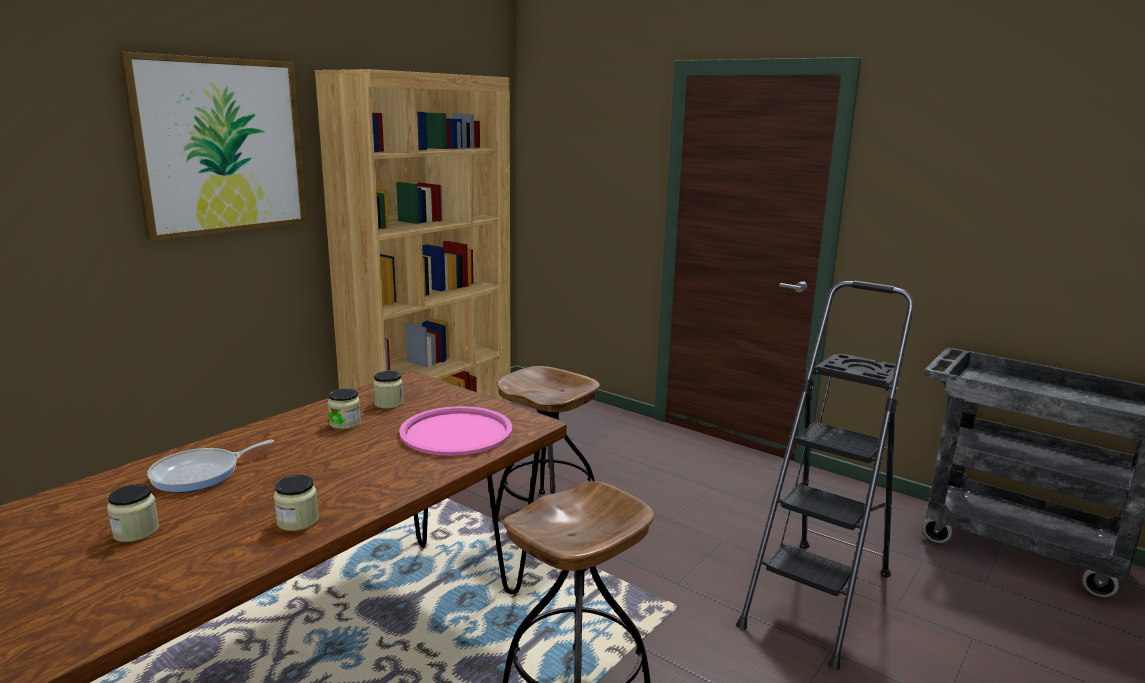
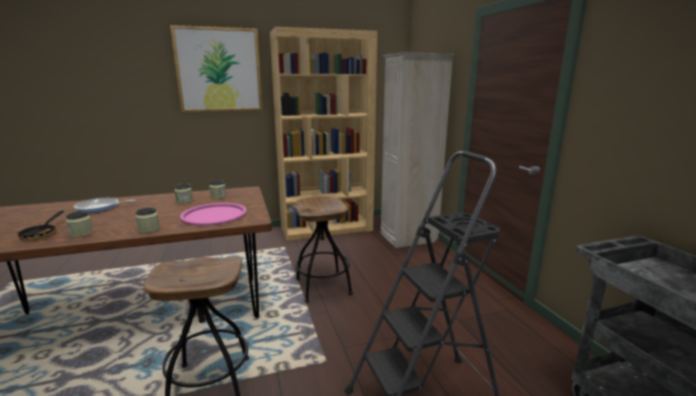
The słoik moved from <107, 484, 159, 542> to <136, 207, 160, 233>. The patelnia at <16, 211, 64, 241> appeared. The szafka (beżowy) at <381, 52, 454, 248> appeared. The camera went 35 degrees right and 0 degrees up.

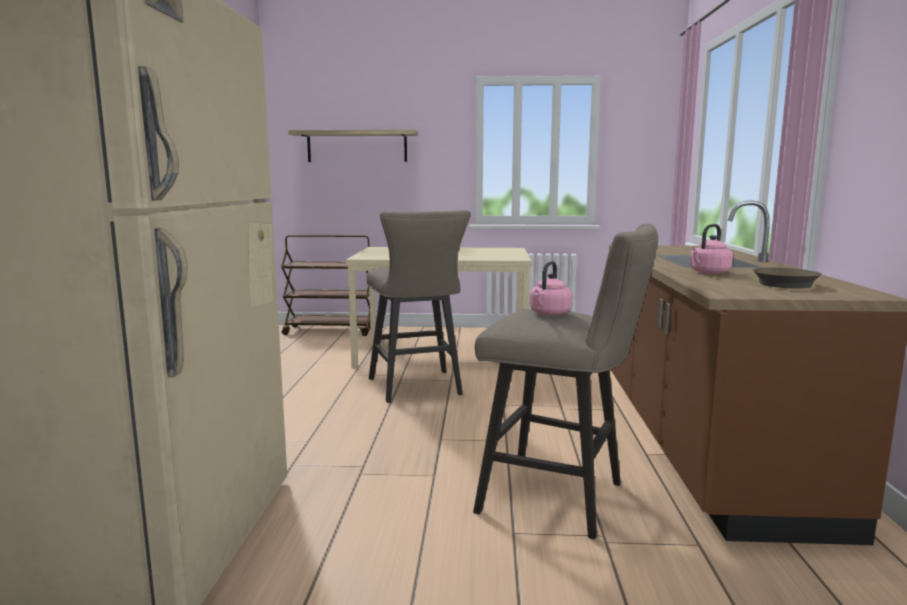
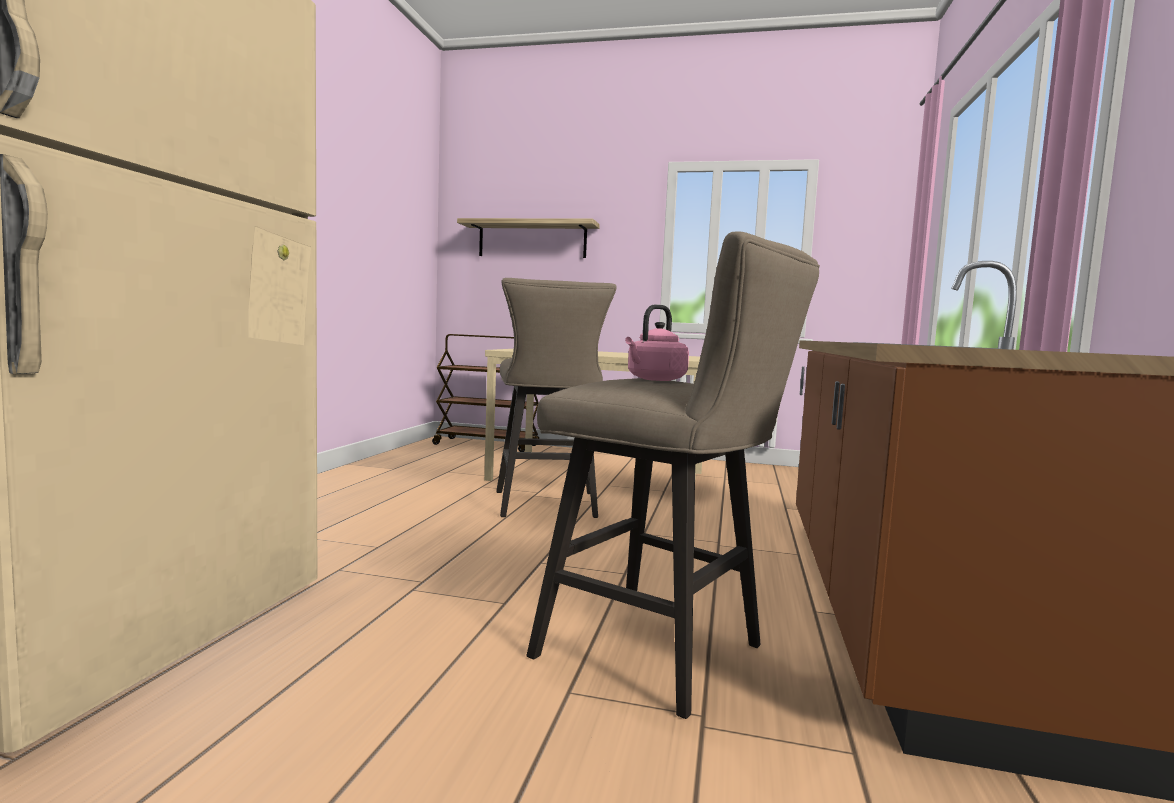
The czajnik (różowy) at <690, 224, 733, 274> disappeared. The patelnia (brązowy) at <753, 268, 822, 289> disappeared. The camera went 10 degrees right and 5 degrees down.

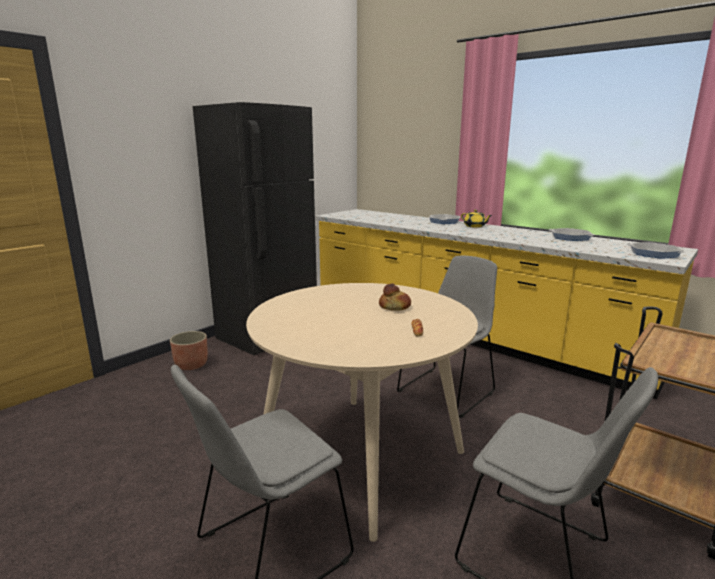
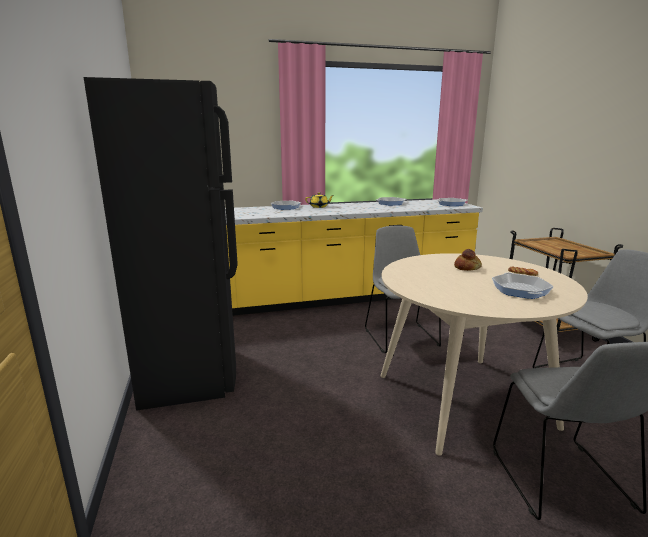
The donica at <170, 331, 208, 370> disappeared. The patelnia at <492, 273, 553, 299> appeared. The camera went 55 degrees left and 0 degrees up.

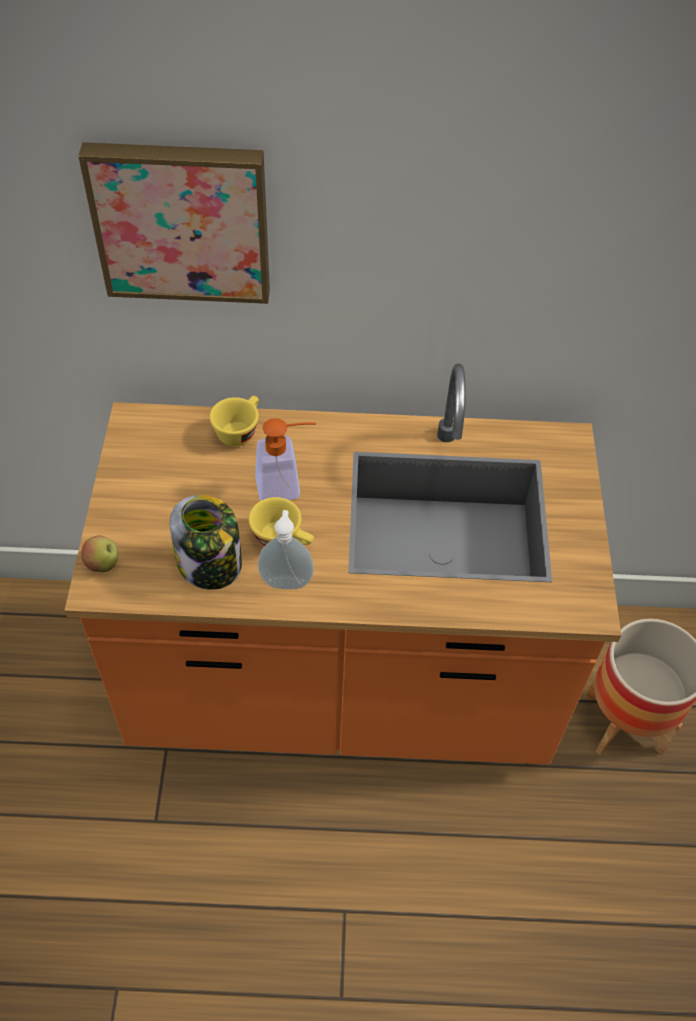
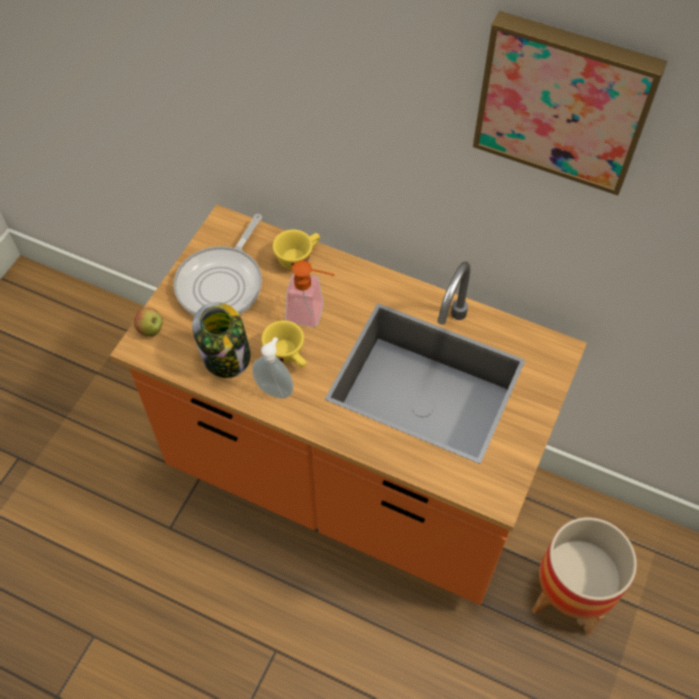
The obraz moved from <78, 142, 270, 304> to <473, 11, 667, 196>. The patelnia at <174, 214, 262, 316> appeared. The camera went 25 degrees right and 5 degrees up.

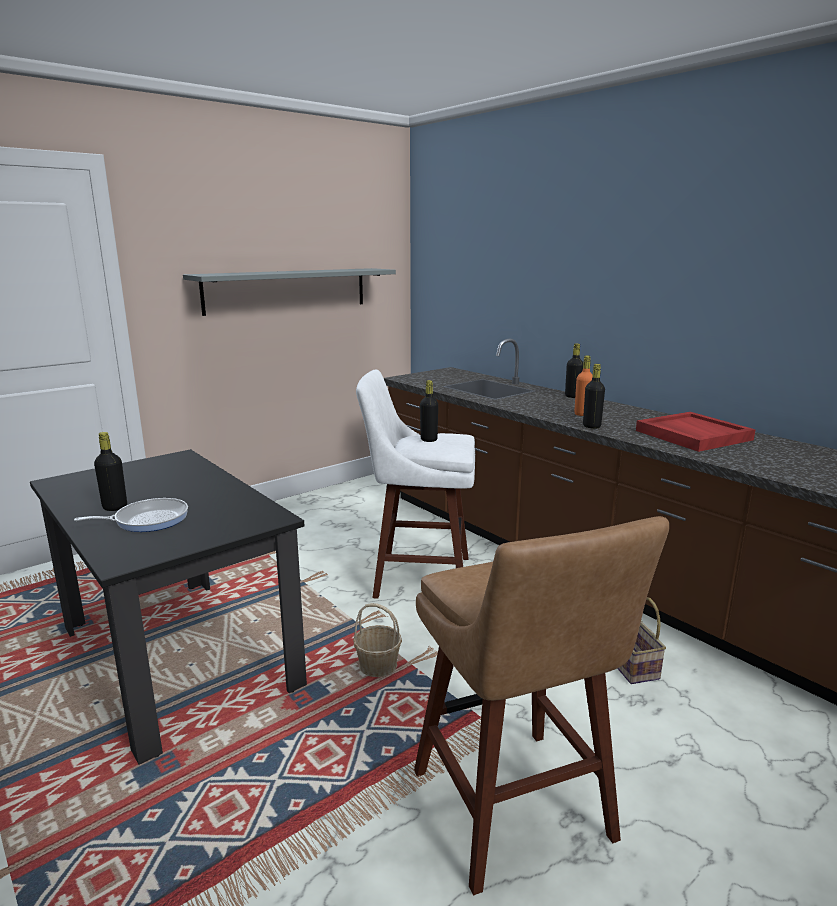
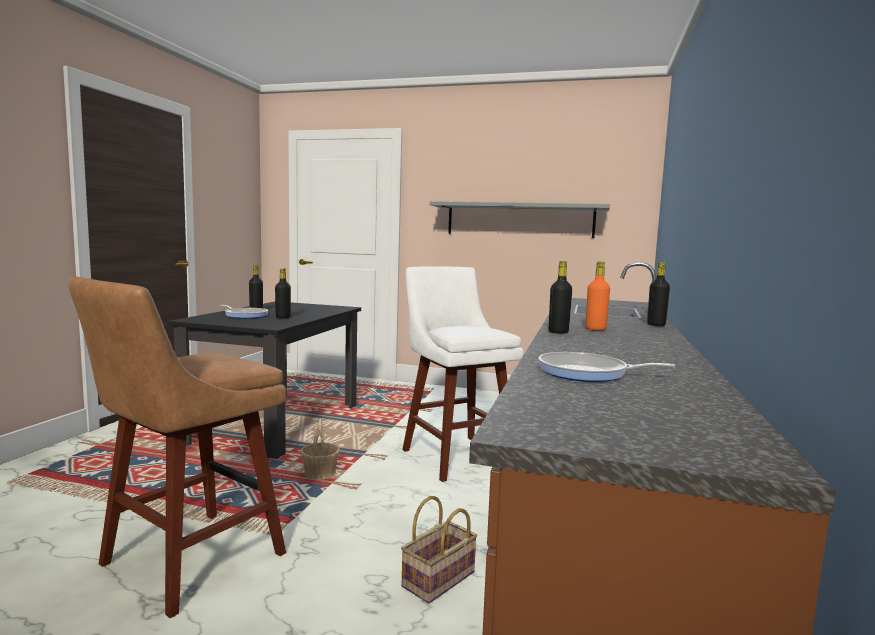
The butelka (czarny) moved from <420, 380, 438, 442> to <275, 268, 291, 319>. The taca (czerwony) at <636, 412, 756, 452> disappeared. The patelnia at <538, 352, 675, 382> appeared. The camera went 55 degrees right and 10 degrees down.

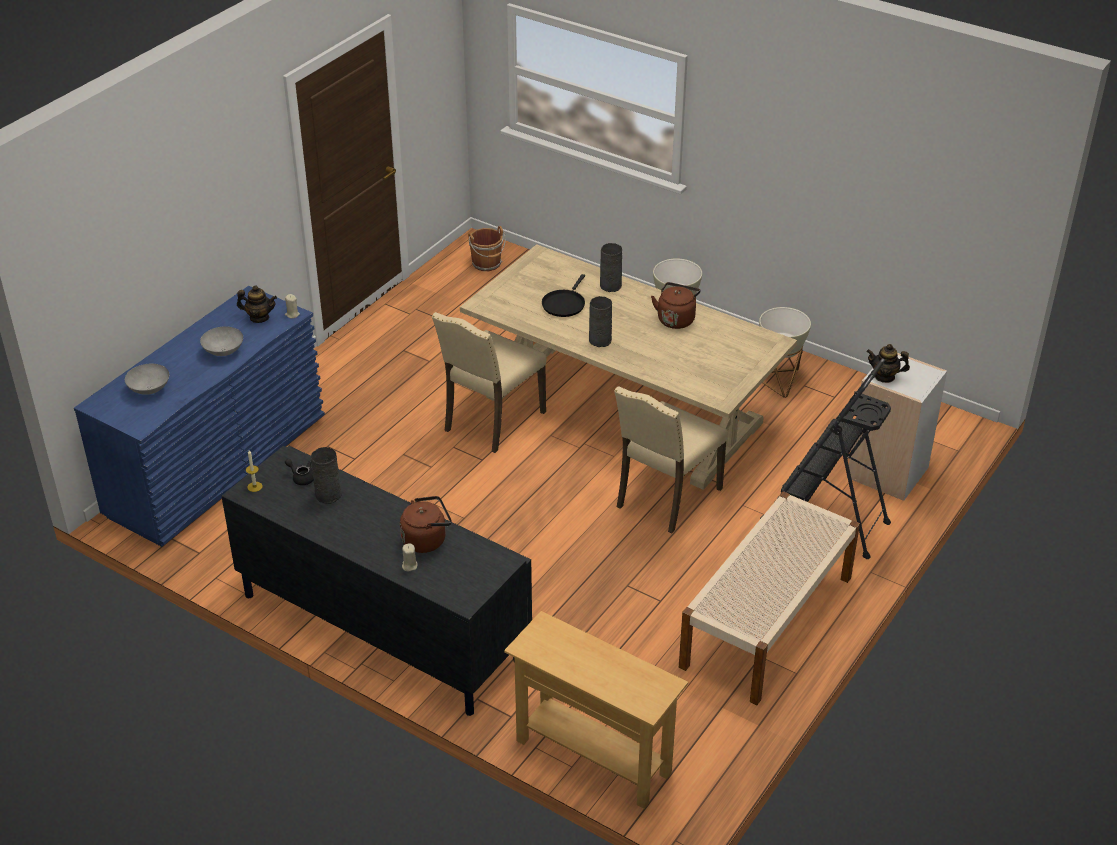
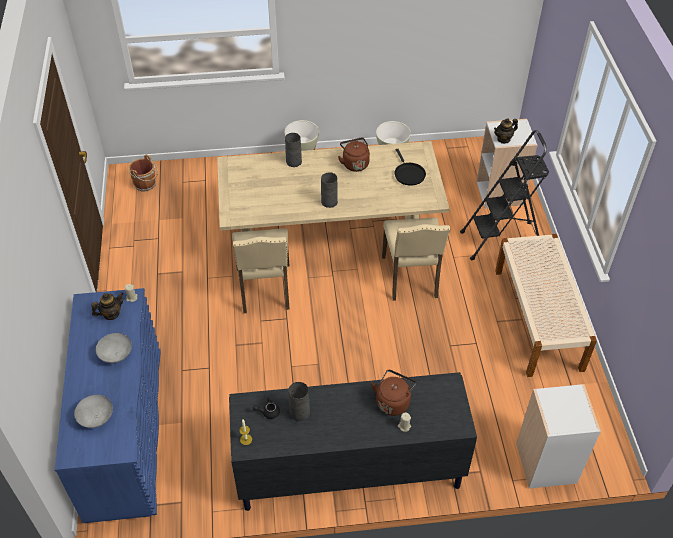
The stolik konsolowy (beżowy) at <504, 611, 688, 809> was replaced by the regał at <516, 384, 601, 489>. The patelnia (czarny) moved from <542, 274, 585, 317> to <394, 149, 426, 186>. The camera went 40 degrees left and 10 degrees up.

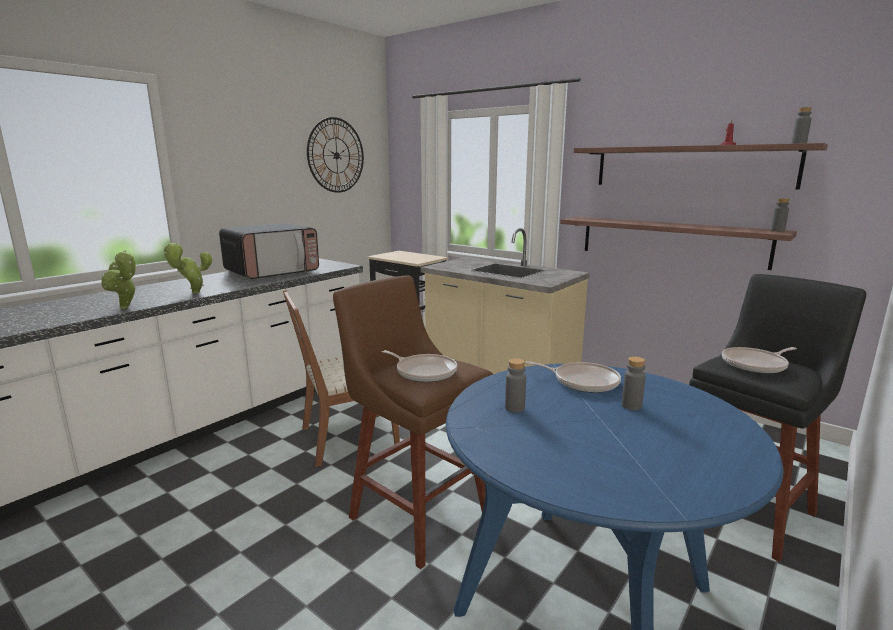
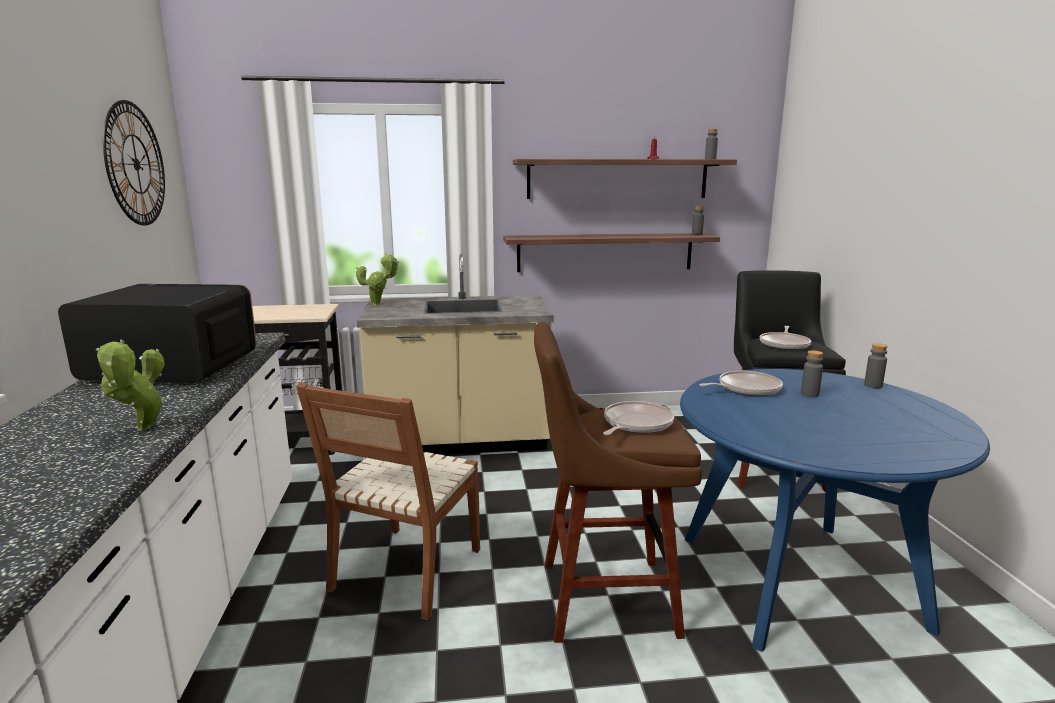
The roślina doniczkowa moved from <101, 250, 137, 309> to <356, 254, 399, 306>. The mikrofalówka at <219, 223, 319, 279> turned 90 degrees counterclockwise. The patelnia at <381, 350, 457, 382> turned 45 degrees counterclockwise. The butelka (szary) moved from <505, 358, 526, 413> to <864, 343, 887, 388>. The camera went 45 degrees left and 0 degrees up.

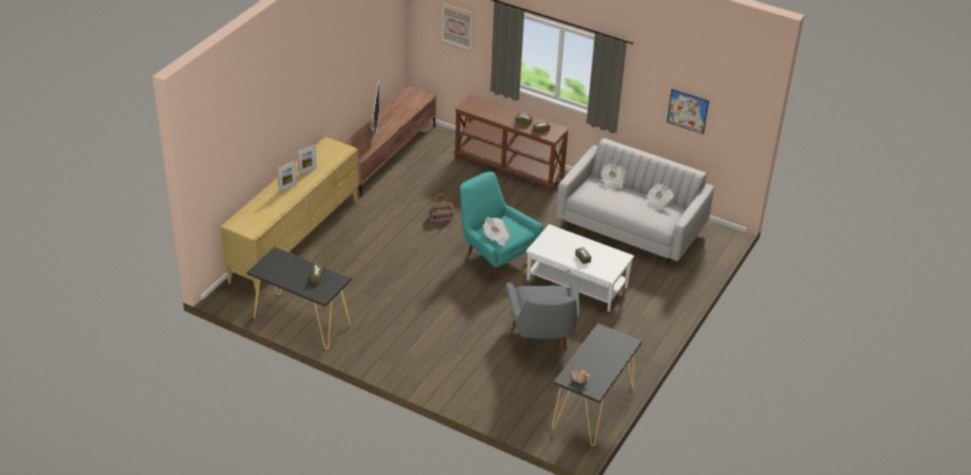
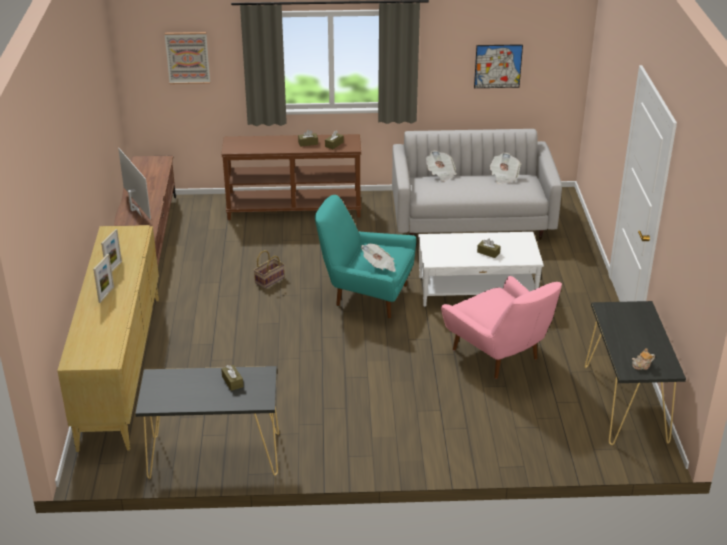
The fotel (szary) at <506, 281, 579, 352> became the fotel (różowy) at <441, 276, 562, 379>. The camera went 30 degrees left and 5 degrees down.

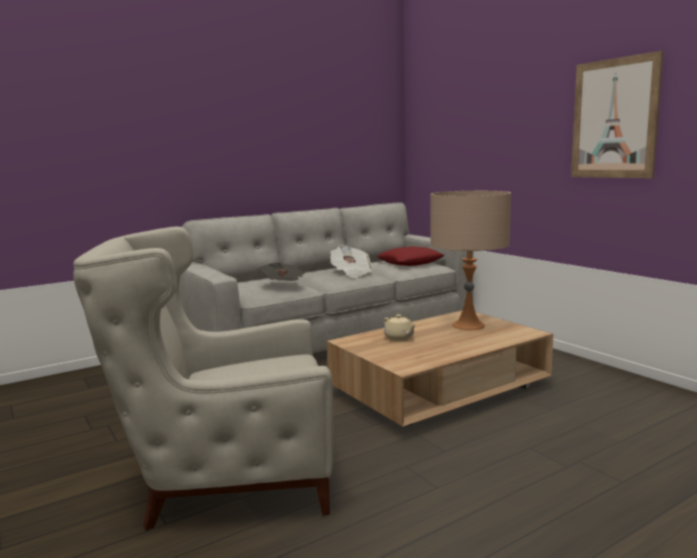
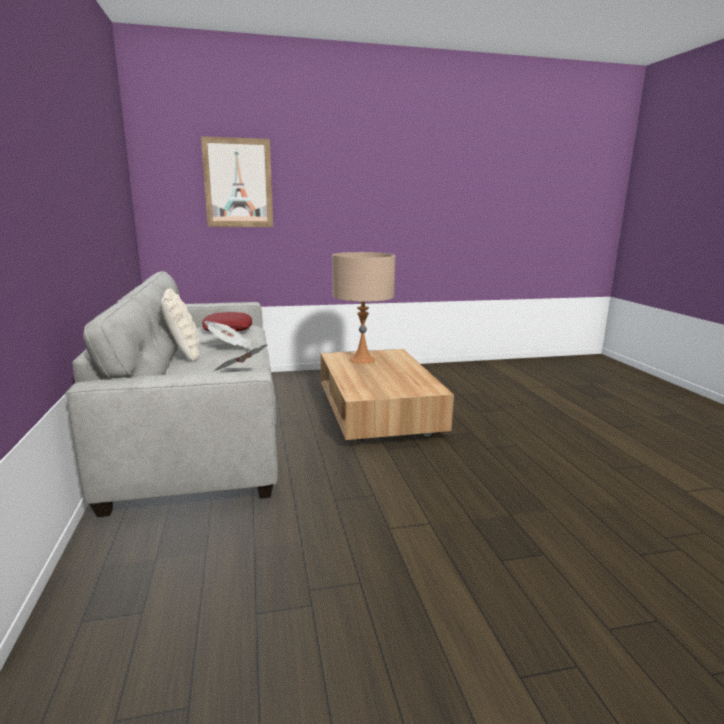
The fotel (beżowy) at <73, 226, 333, 531> disappeared. The imbryk (beżowy) at <384, 314, 416, 341> disappeared. The obraz moved from <571, 51, 663, 178> to <201, 136, 273, 227>. The poduszka (beżowy) at <161, 288, 200, 362> appeared. The camera went 70 degrees left and 5 degrees up.

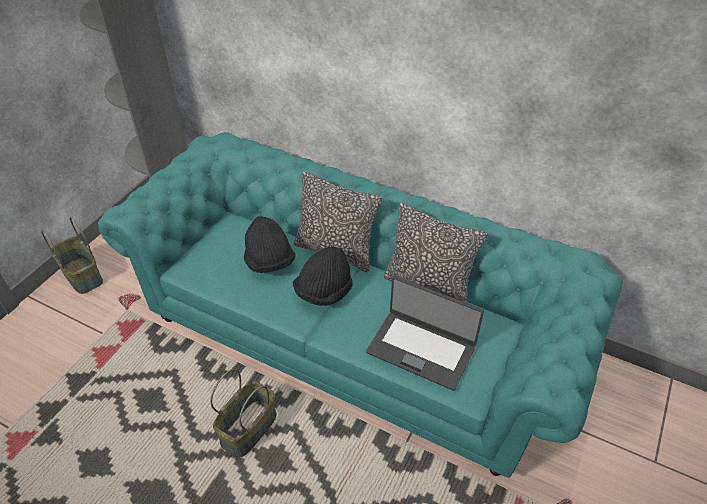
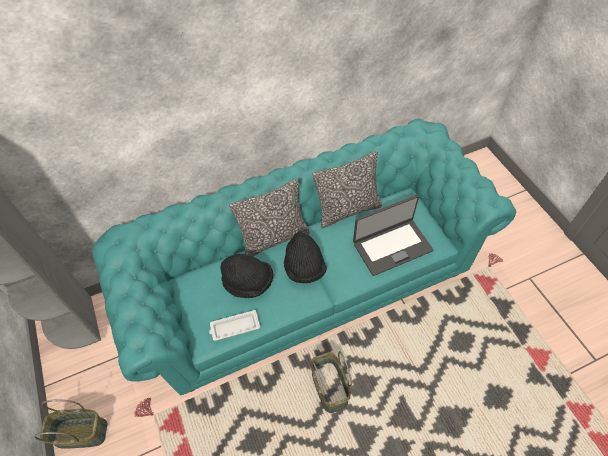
The taca (biały) at <209, 310, 260, 341> appeared. The camera went 50 degrees left and 10 degrees up.

